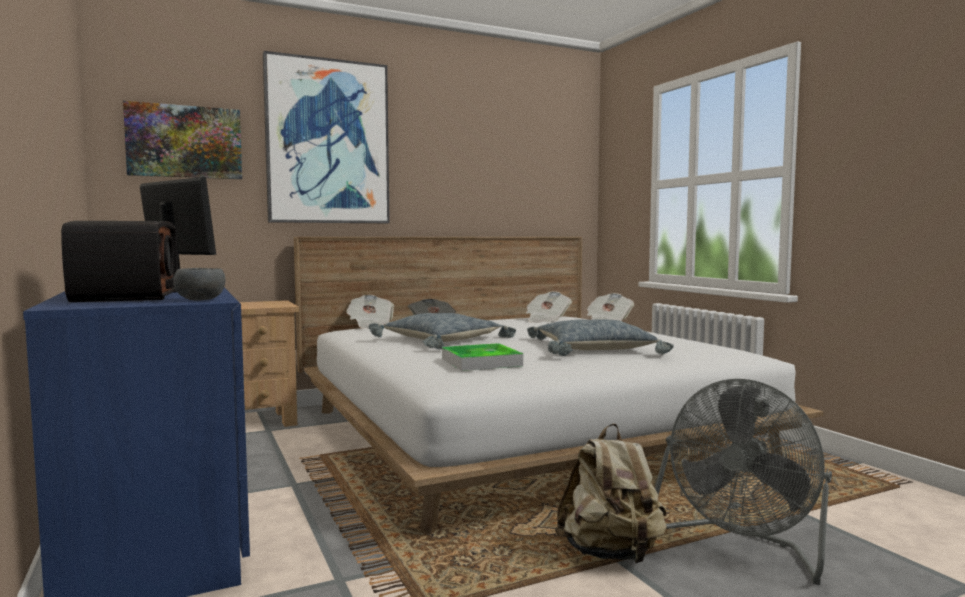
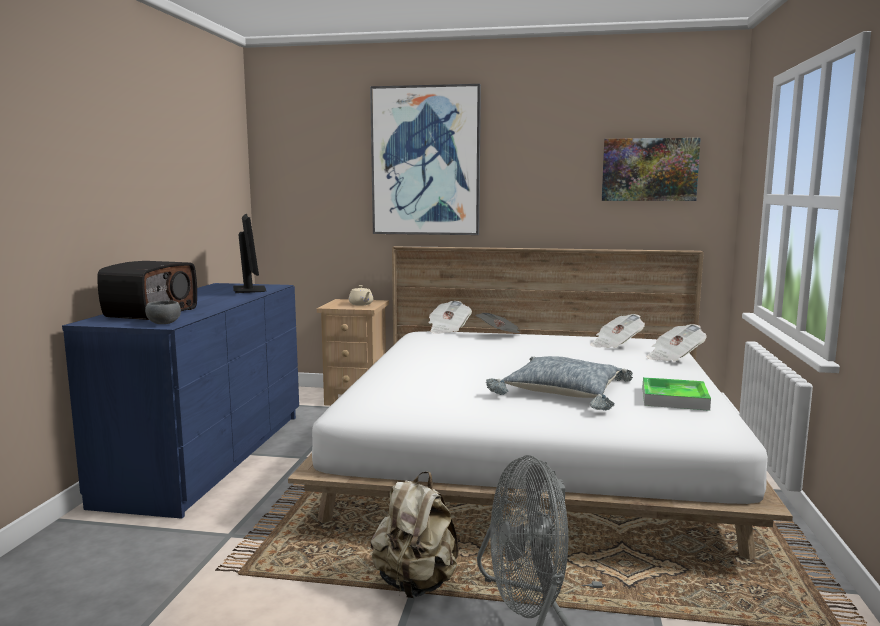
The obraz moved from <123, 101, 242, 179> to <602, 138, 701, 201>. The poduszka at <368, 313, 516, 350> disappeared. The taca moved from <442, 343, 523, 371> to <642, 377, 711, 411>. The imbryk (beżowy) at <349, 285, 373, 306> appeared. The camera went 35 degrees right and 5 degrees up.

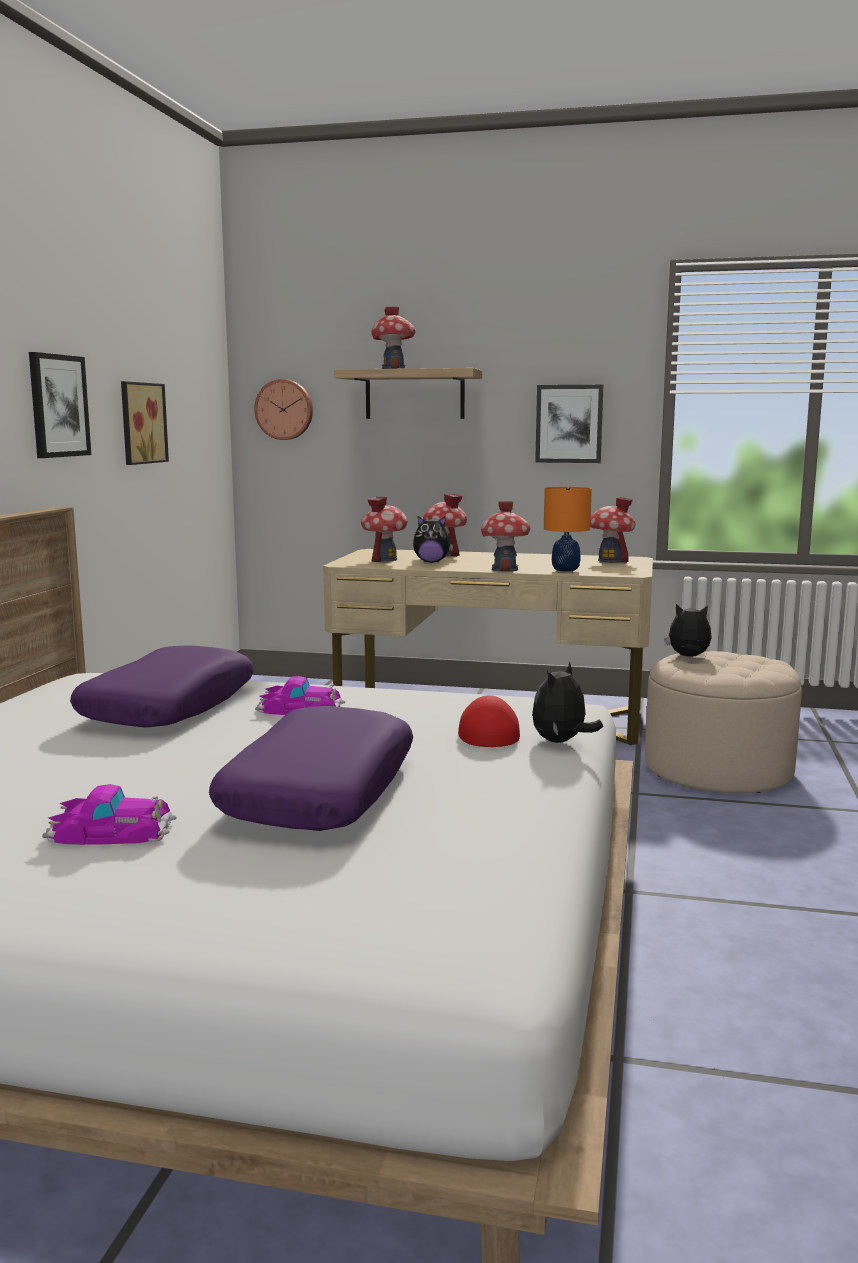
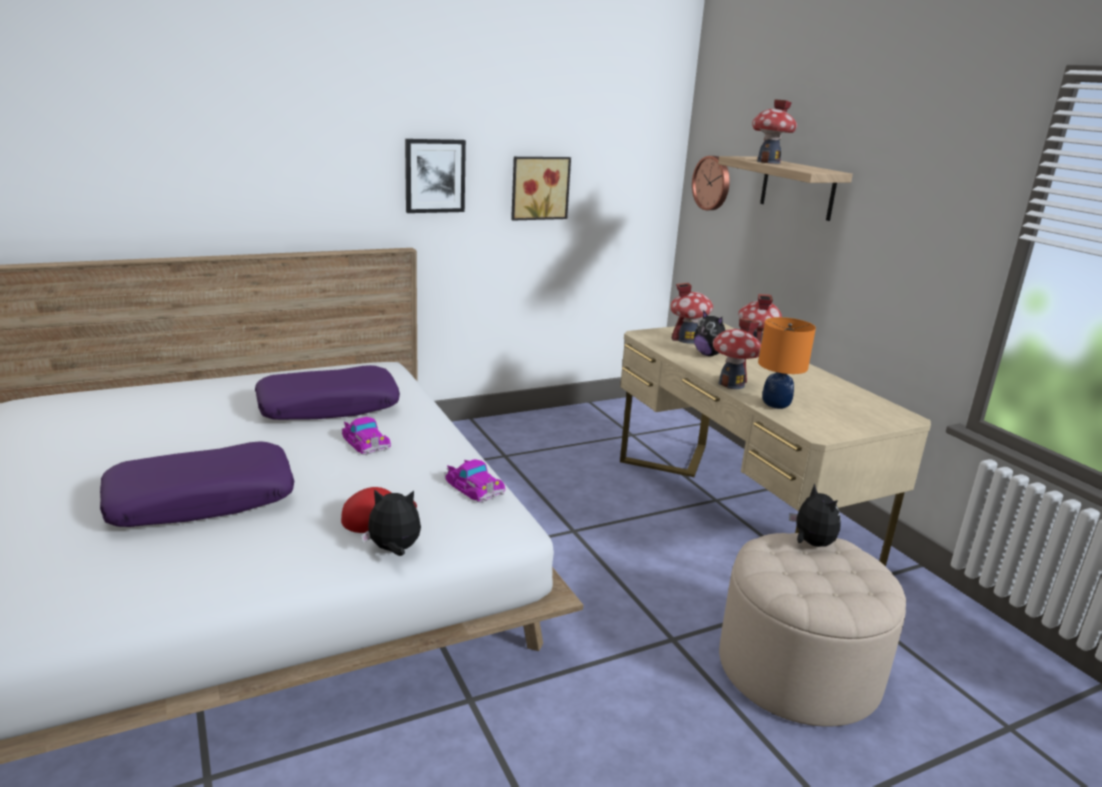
The samochodzik moved from <42, 784, 177, 845> to <444, 459, 505, 503>. The obraz at <535, 385, 604, 463> disappeared. The domek at <590, 497, 636, 563> disappeared. The camera went 50 degrees right and 10 degrees up.

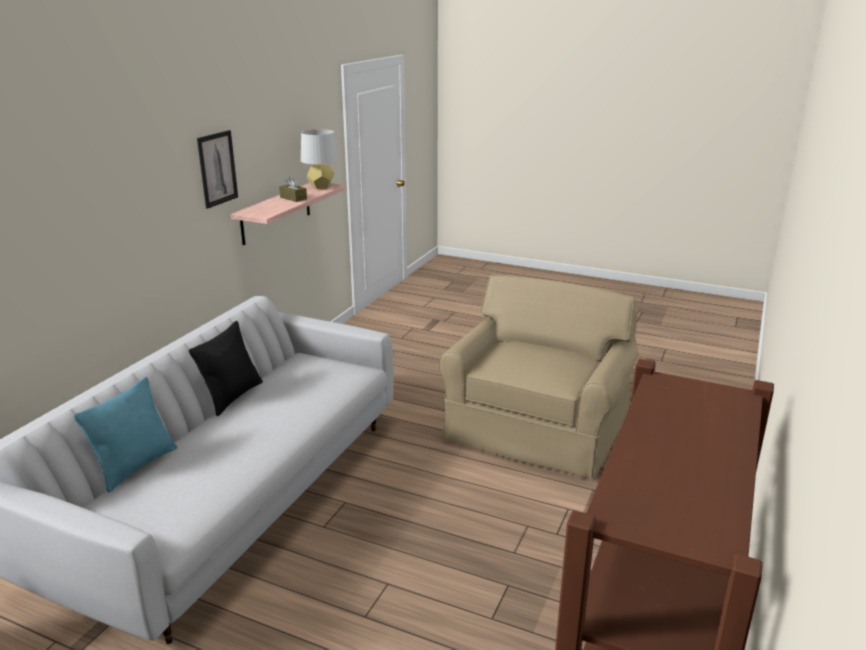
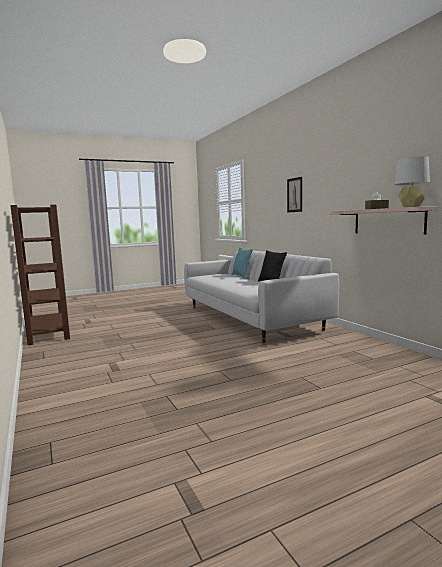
The obraz moved from <197, 130, 238, 209> to <287, 177, 302, 213>. The fotel (beżowy) at <439, 275, 639, 479> disappeared. The camera went 130 degrees right and 15 degrees down.

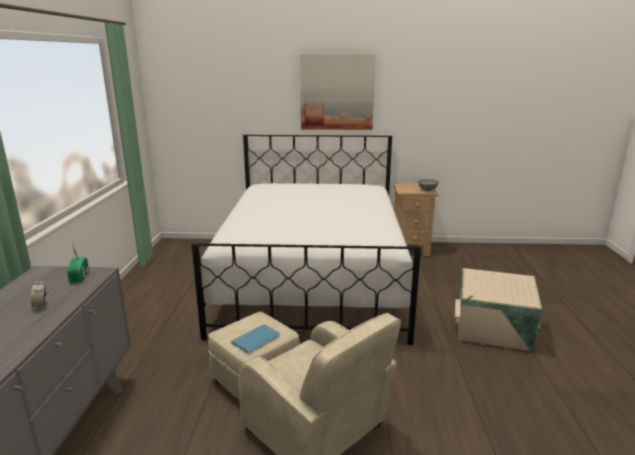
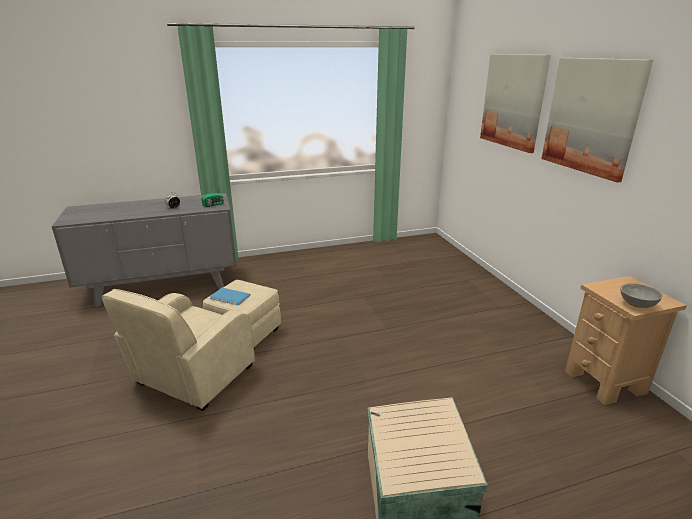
The łóżko (biały) at <192, 135, 421, 345> disappeared. The obraz at <480, 54, 551, 153> appeared. The camera went 70 degrees right and 5 degrees up.

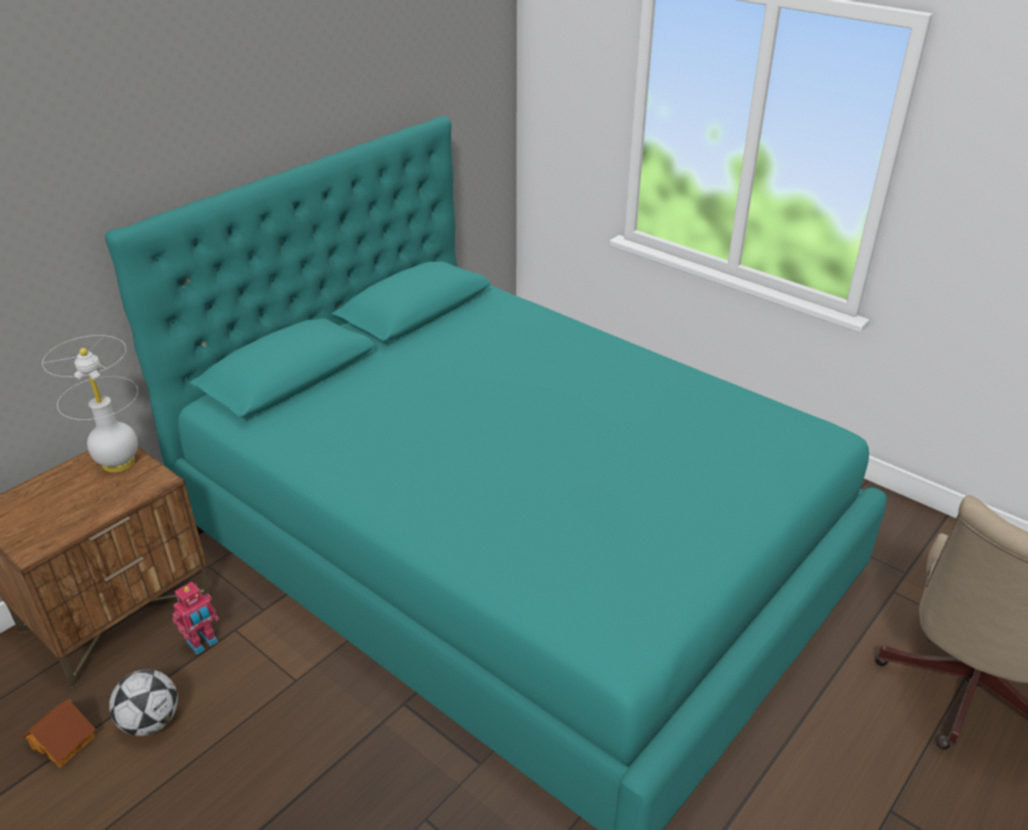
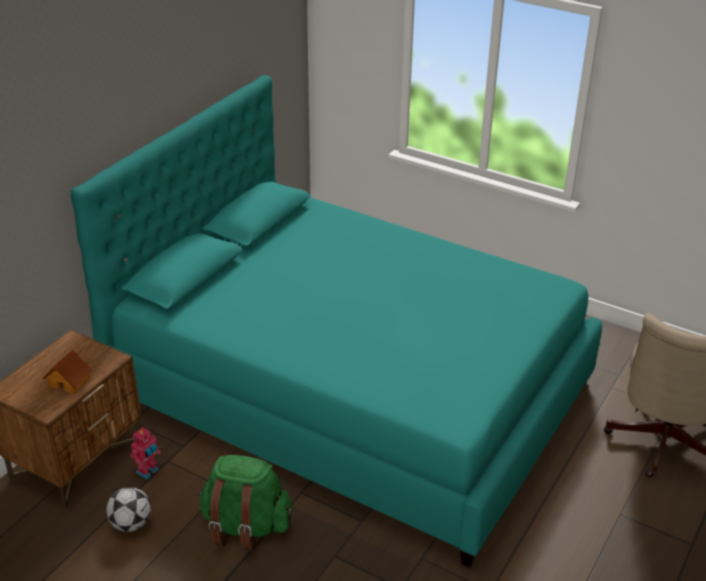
The domek moved from <21, 699, 96, 768> to <42, 350, 92, 395>. The lampa stołowa (biały) at <42, 335, 138, 472> disappeared. The plecak (zielony) at <198, 455, 292, 551> appeared. The camera went 10 degrees left and 0 degrees up.

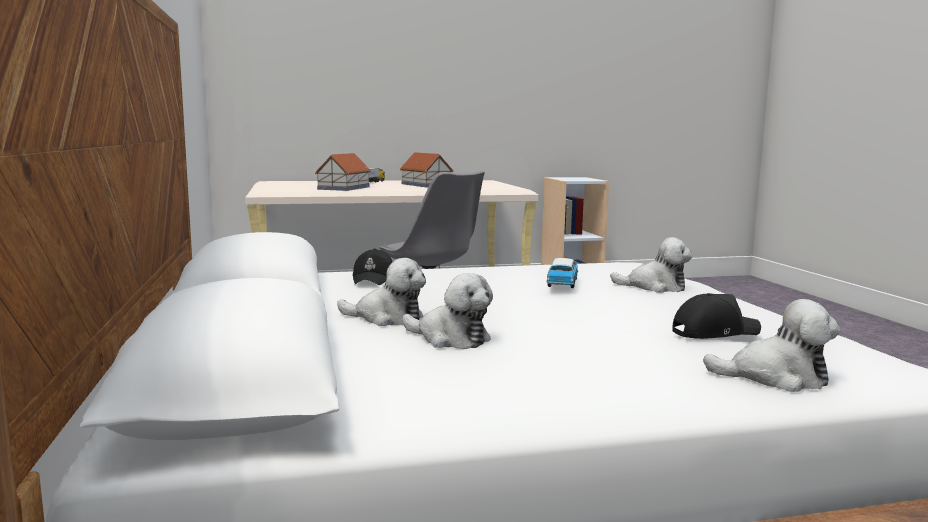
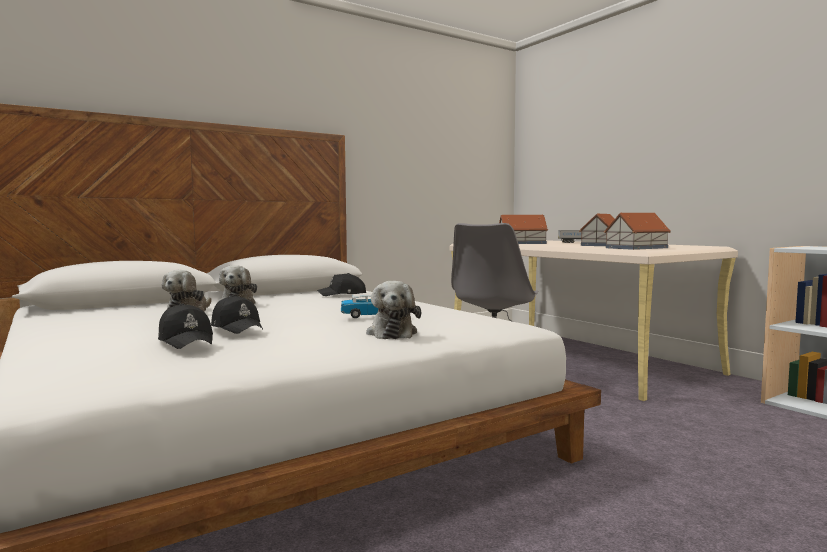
The pluszak at <703, 299, 840, 392> disappeared. The czapka z daszkiem (czarny) at <211, 295, 263, 334> appeared. The domek at <604, 213, 671, 250> appeared. The camera went 70 degrees right and 5 degrees down.

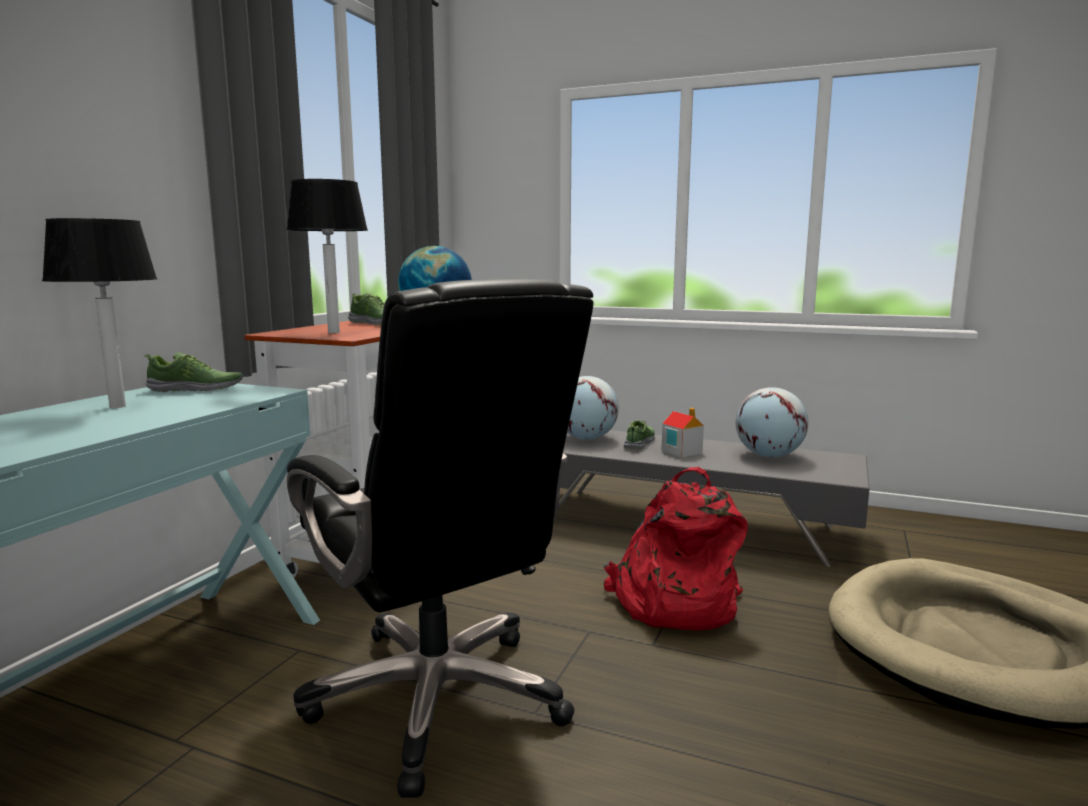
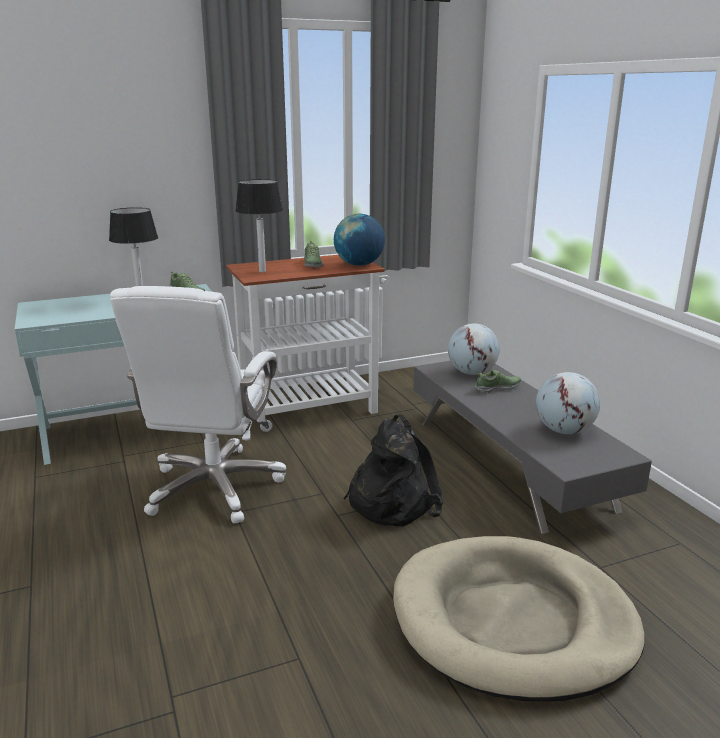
The krzesło biurowe (czarny) at <286, 279, 594, 798> became the krzesło biurowe (biały) at <110, 286, 286, 524>. The plecak (czerwony) at <603, 467, 748, 630> became the plecak (czarny) at <343, 414, 443, 526>. The domek at <661, 408, 704, 458> disappeared. The camera went 45 degrees right and 10 degrees up.

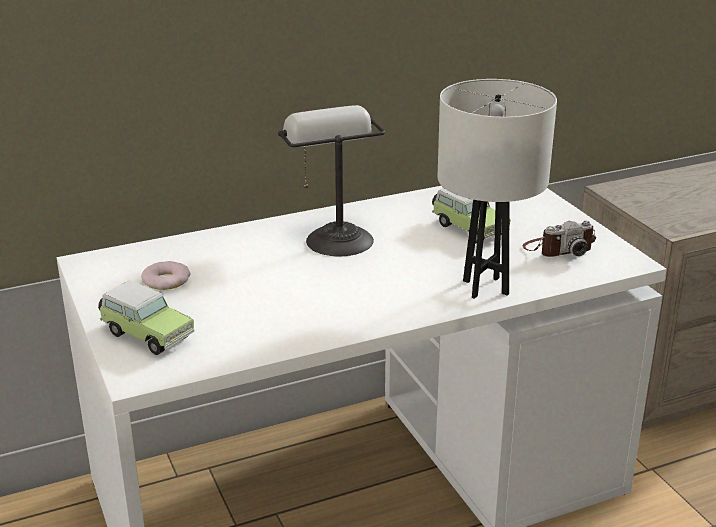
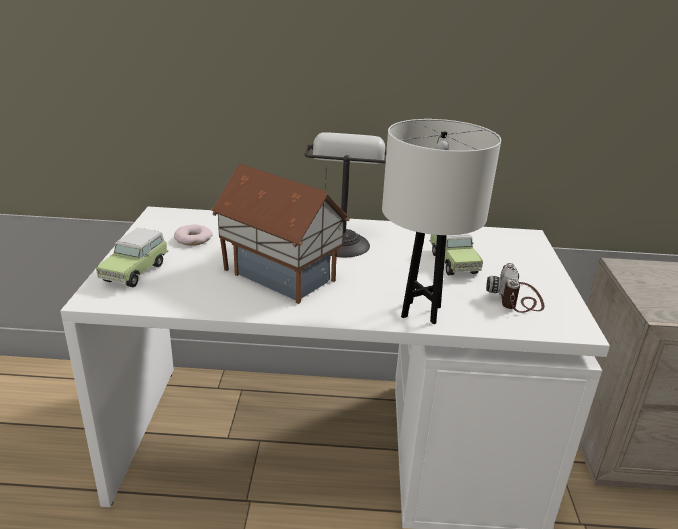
The samochodzik at <98, 281, 195, 355> turned 45 degrees clockwise. The aparat fotograficzny at <523, 221, 596, 257> turned 90 degrees clockwise. The domek at <211, 164, 350, 304> appeared. The camera went 25 degrees right and 0 degrees up.

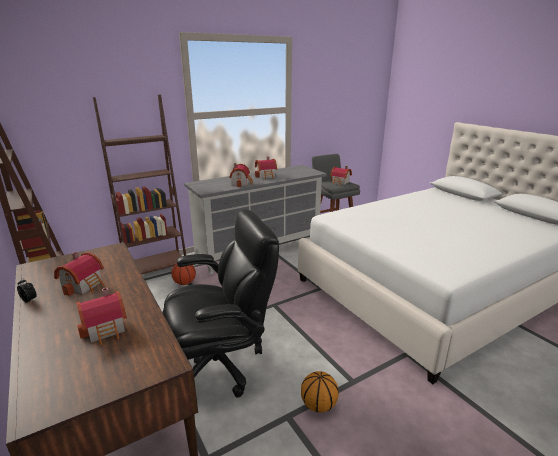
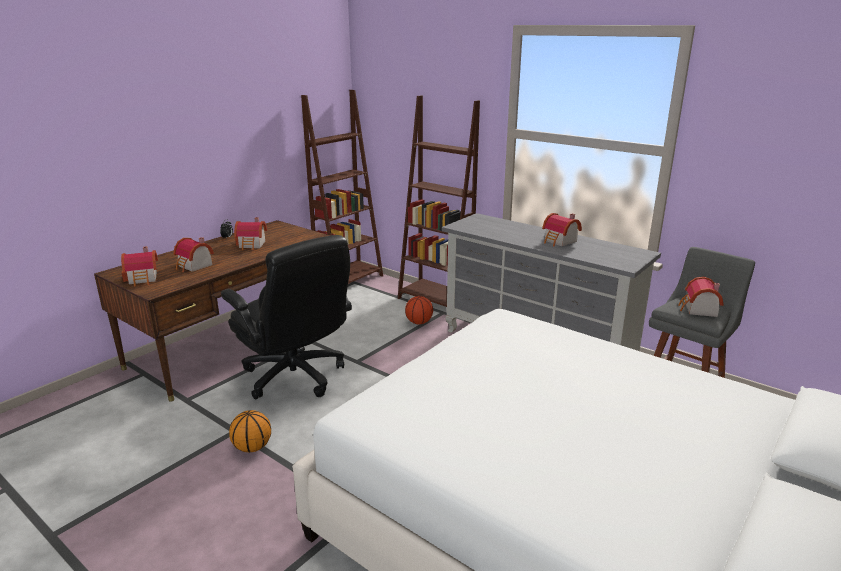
The domek moved from <229, 163, 253, 187> to <121, 246, 158, 286>. The camera went 70 degrees right and 0 degrees up.

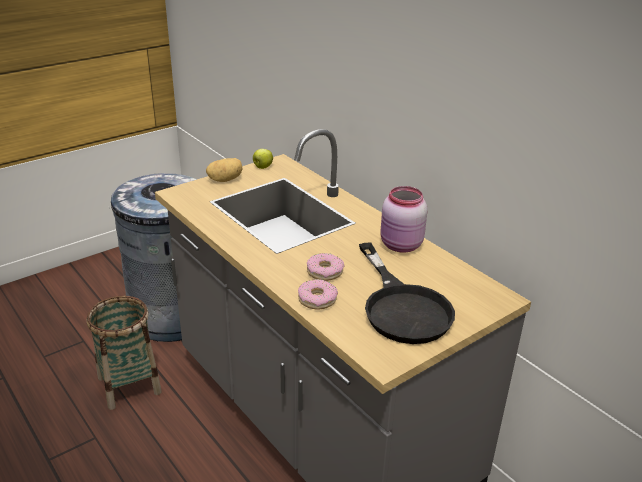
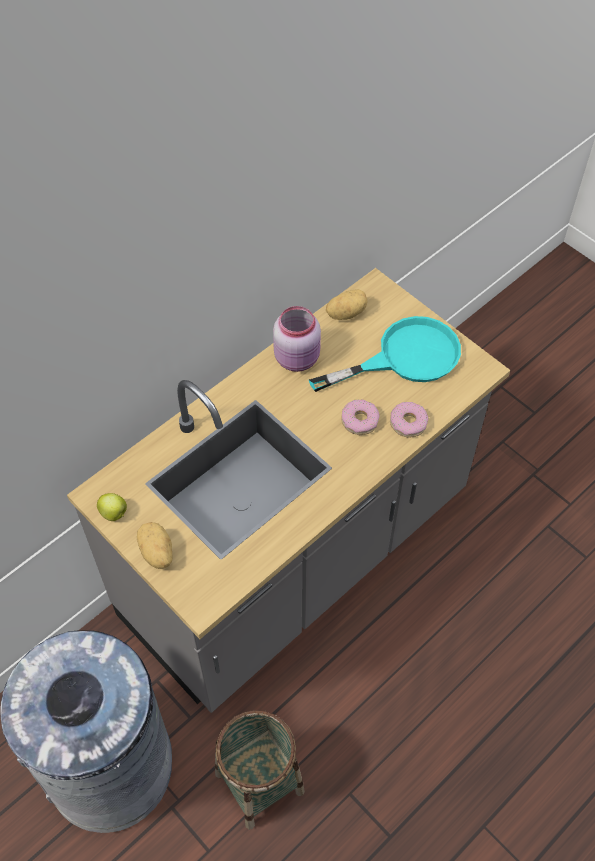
The patelnia (czarny) at <359, 242, 455, 344> became the patelnia (turkusowy) at <309, 316, 461, 392>. The ziemniak at <326, 289, 368, 320> appeared. The camera went 95 degrees left and 25 degrees up.

